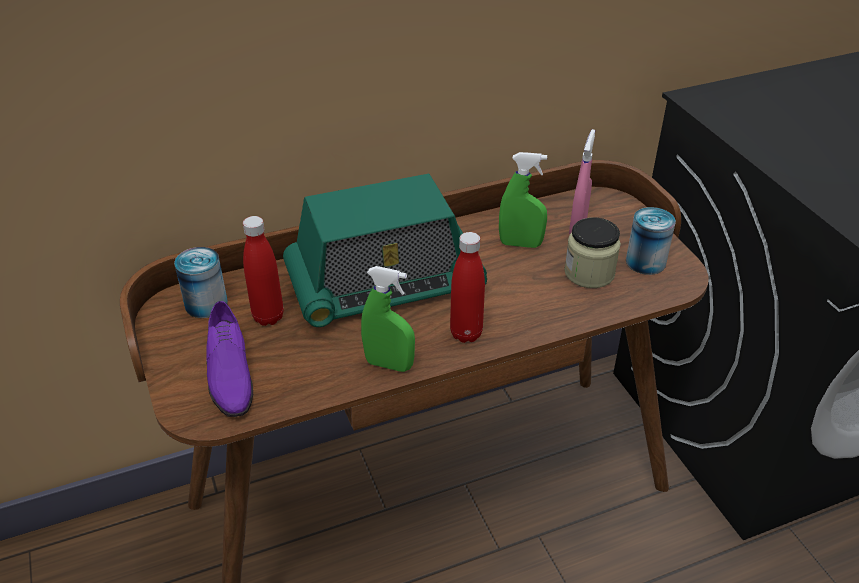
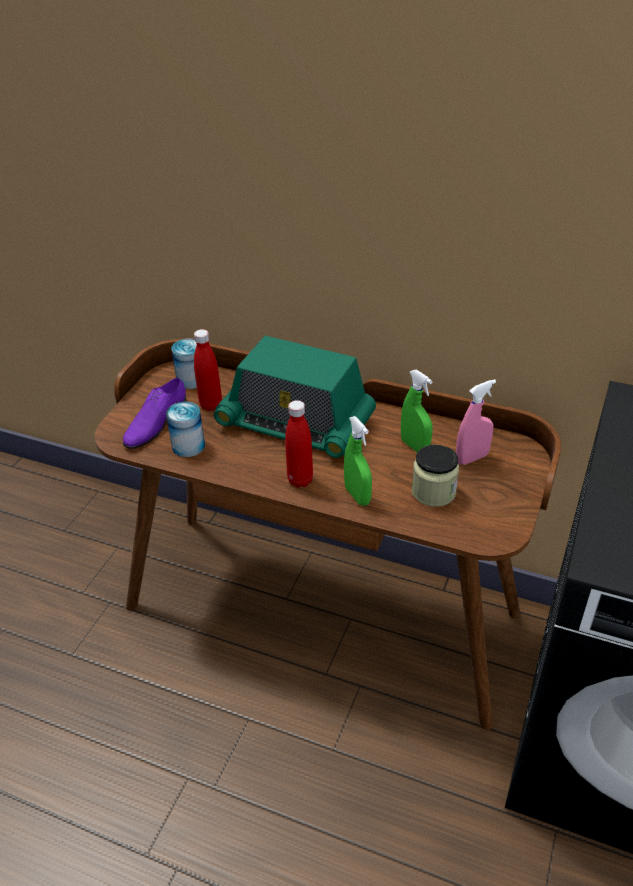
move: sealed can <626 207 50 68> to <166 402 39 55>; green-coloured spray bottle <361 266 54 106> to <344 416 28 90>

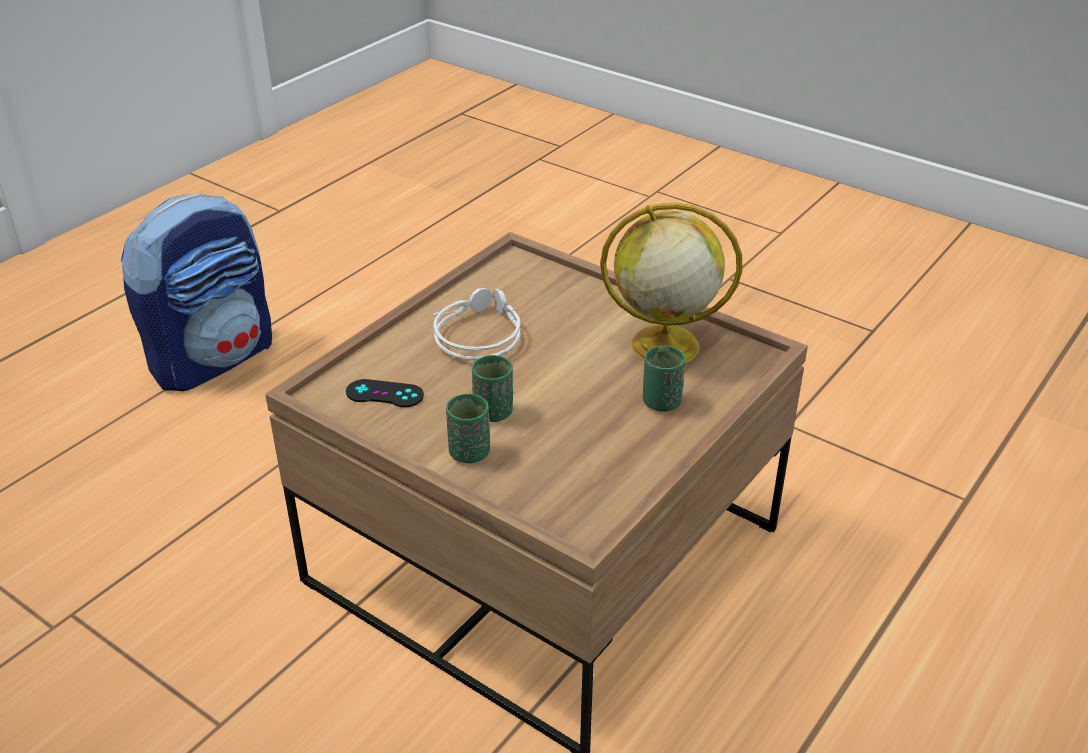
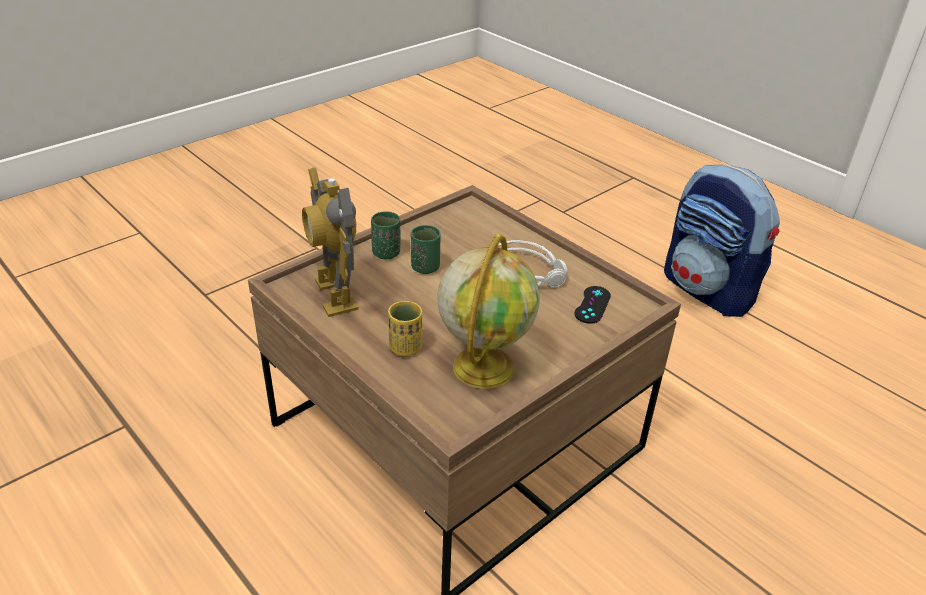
insert: model robot <302 167 57 150>
move: blackish gamepad <346 379 78 28> to <574 286 37 38>
recolor: green-coloured drinking cup <643 345 42 67> to yellow-coloured drinking cup <388 301 34 55>

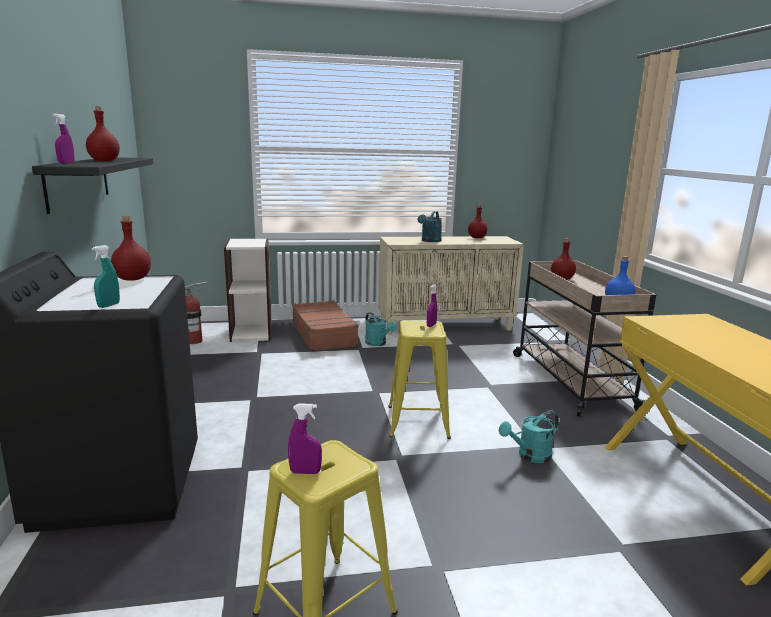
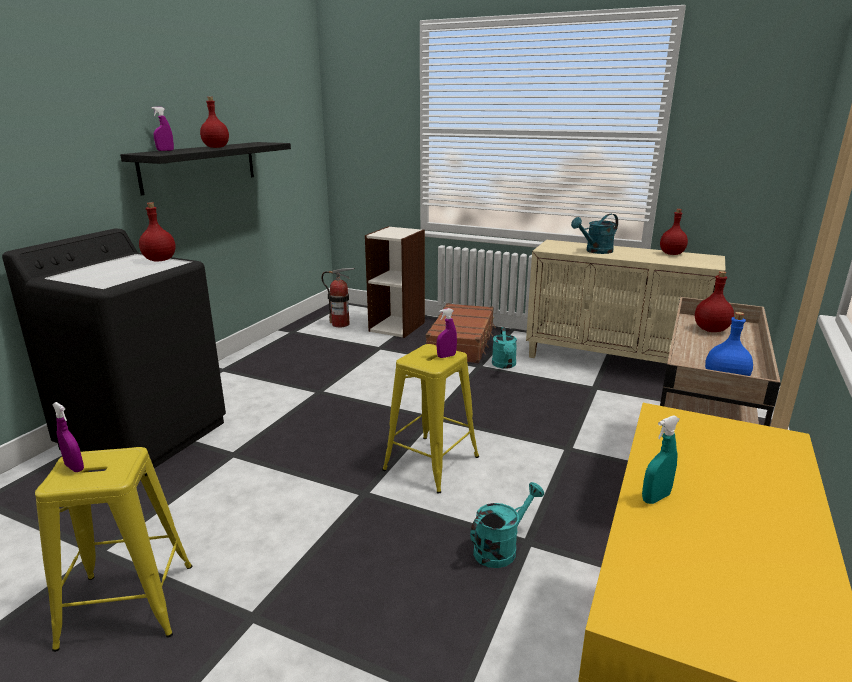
move: turquoise spray bottle <92 245 28 63> to <642 415 38 89>
rotate: turquoise sprinkling can <499 410 60 53> = <470 482 74 86> 135 degrees clockwise

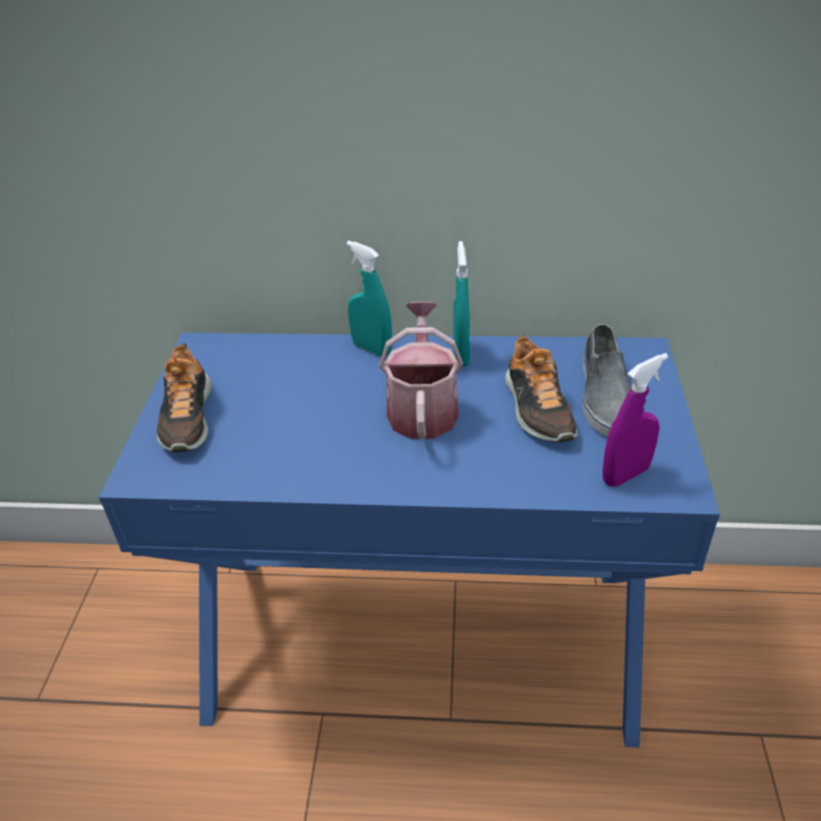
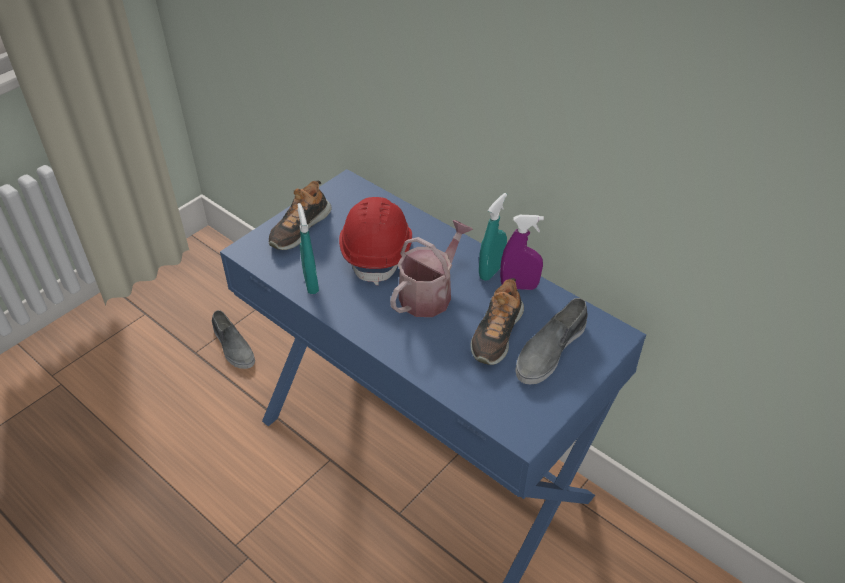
insert: greyish low shoe <212 310 43 59>; red work helmet <339 197 73 88>
move: turquoise spray bottle <347 241 45 116> to <297 203 22 91>; purple-coloured spray bottle <603 353 65 134> to <500 215 44 75>

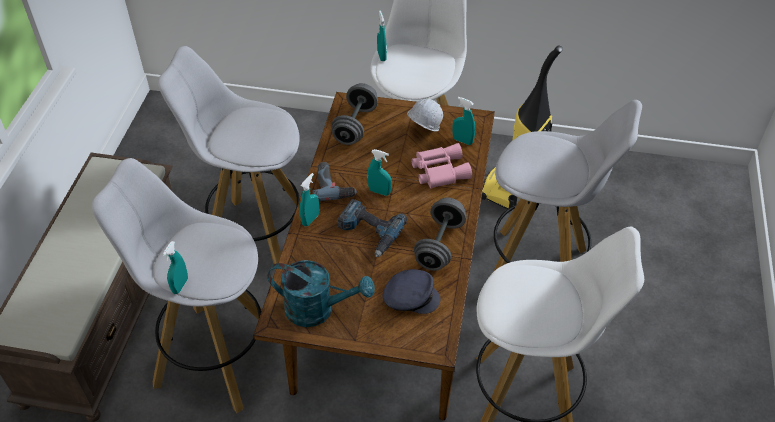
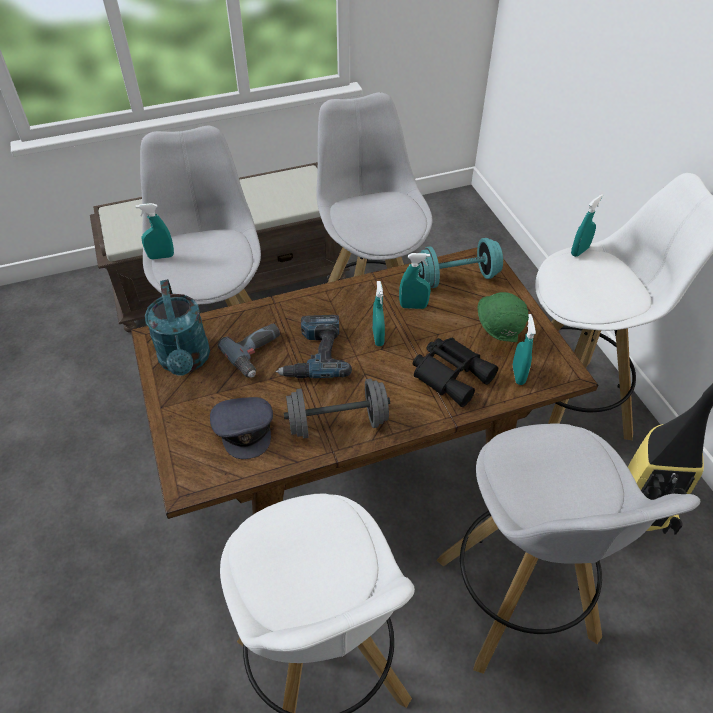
move: electric drill <313 162 44 39> to <218 323 62 55>; turquoise spray bottle <300 173 19 53> to <399 253 32 56>
recolor: pink-coloured binoculars <411 143 61 46> to blackish binoculars <413 338 85 69>; greyish dumbbell <331 83 47 62> to turquoise dumbbell <418 238 85 50>; white-coloured work helmet <407 98 36 33> to green-coloured work helmet <478 292 51 50>

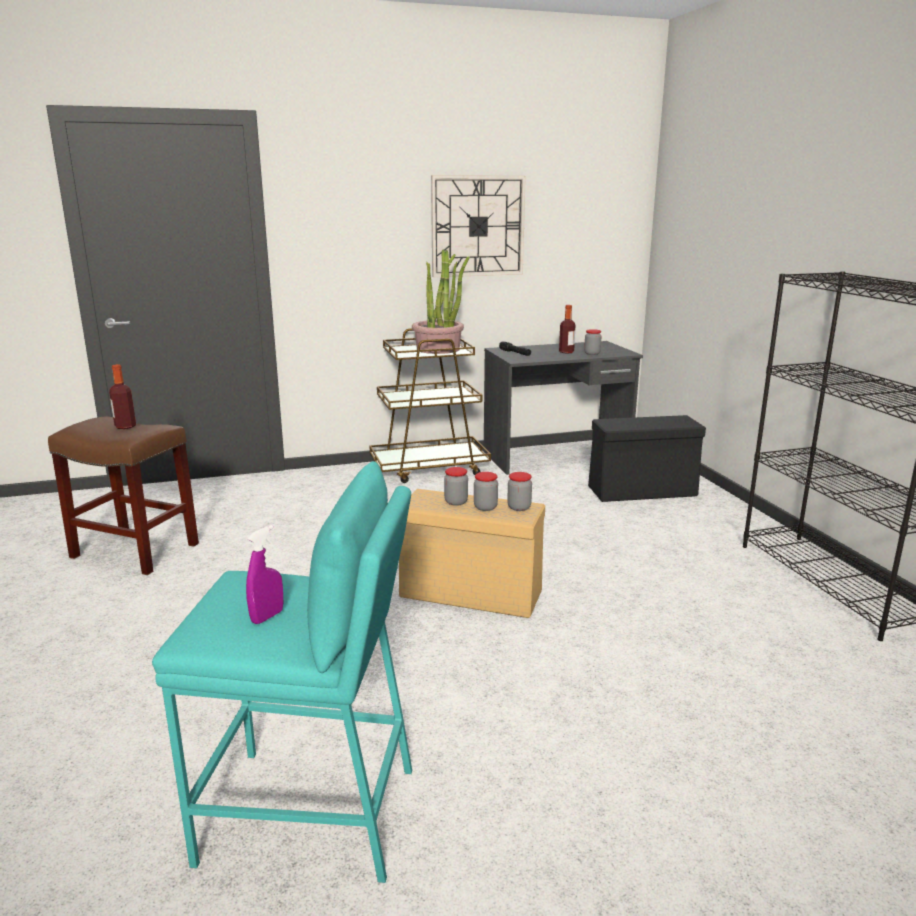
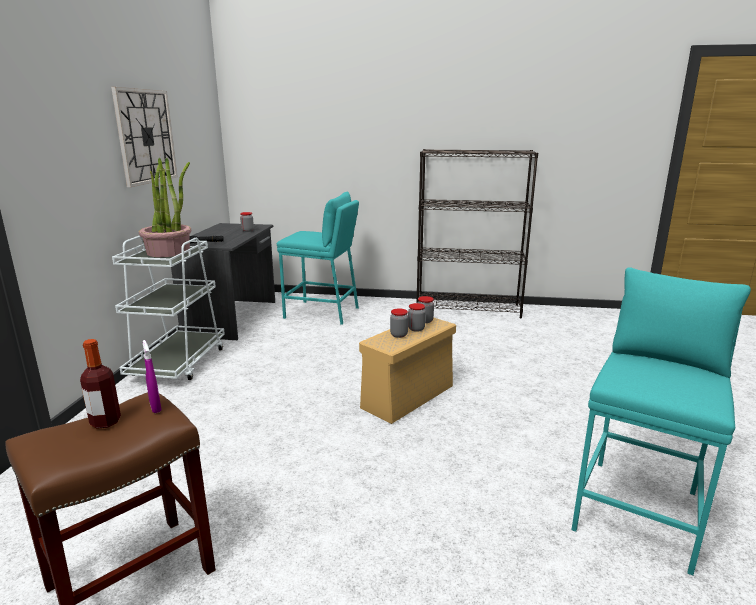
delete: beverage bottle <559 305 16 49>
move: purple-coloured spray bottle <246 525 37 99> to <143 340 19 73>
replace: blackish storage container <588 415 118 87> to turquoise stool seat <277 192 82 133>
recolor: brown cart <369 328 122 155> to white-coloured cart <112 236 113 144>

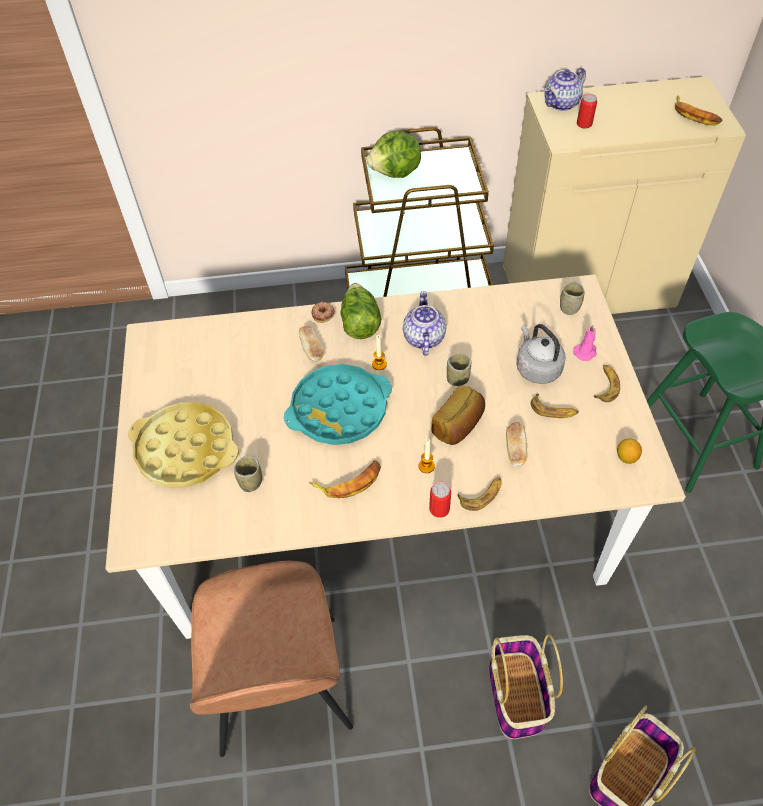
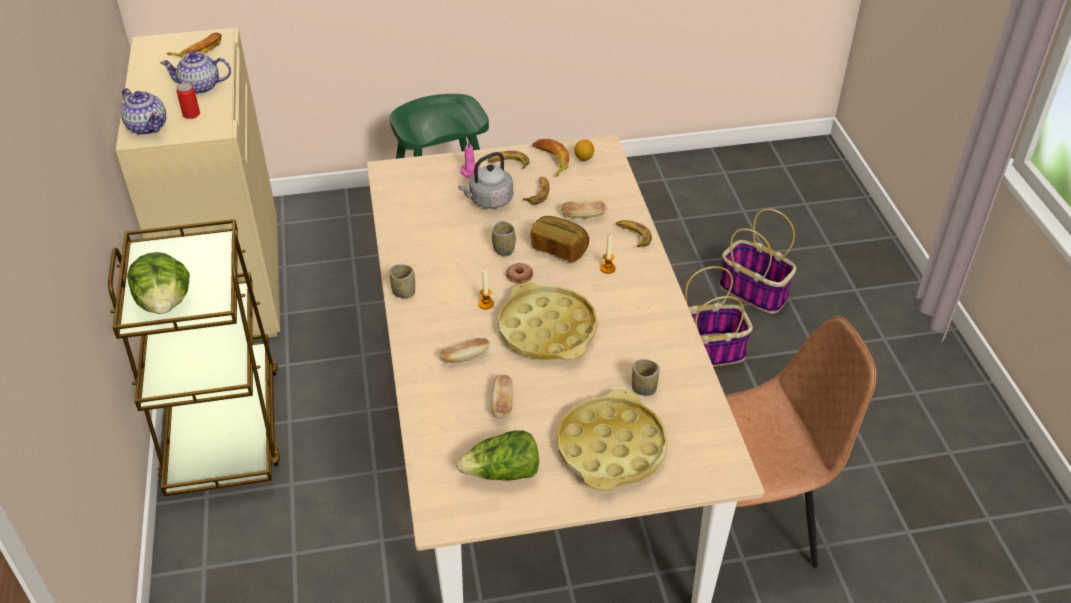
delete: sealed can <429 481 22 37>
insert: baked bread <491 375 22 44>
move: tea pot <403 291 43 65> to <160 51 71 43>; drinking cup <560 282 24 33> to <390 264 25 34>; lettuce <340 283 41 56> to <456 430 83 51>; donut <311 302 24 21> to <506 263 27 21>; banana <309 460 72 38> to <532 139 37 38>
recolor: turquoise serving tray <284 364 108 81> to yellow-coloured serving tray <498 282 100 78>

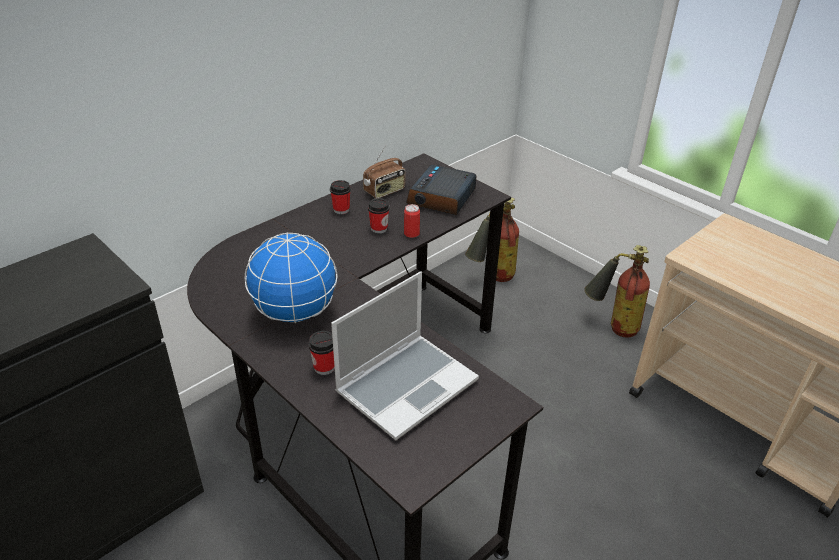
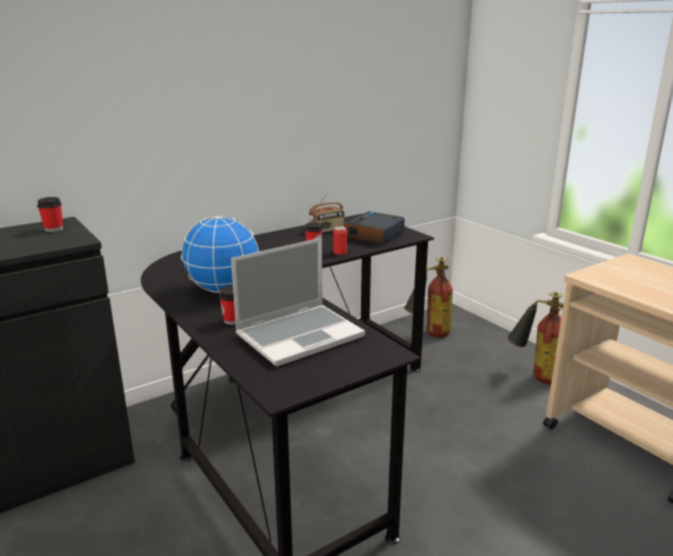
move: drinking cup <330 180 21 34> to <37 197 26 35>

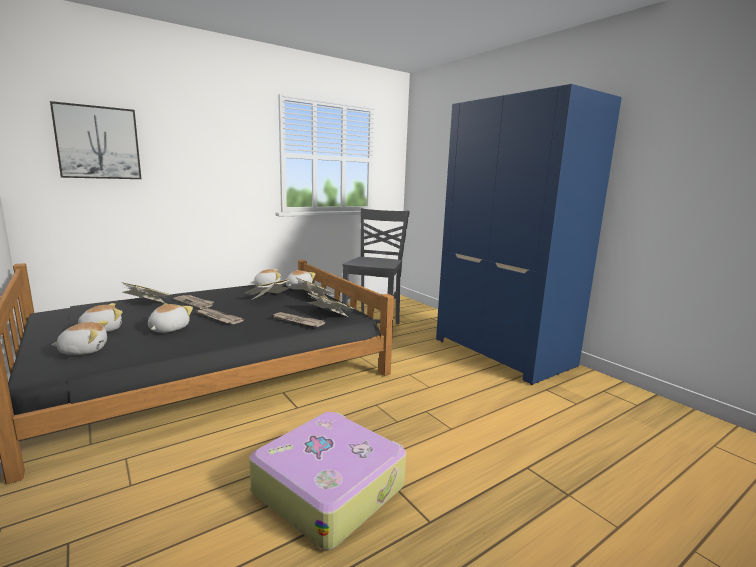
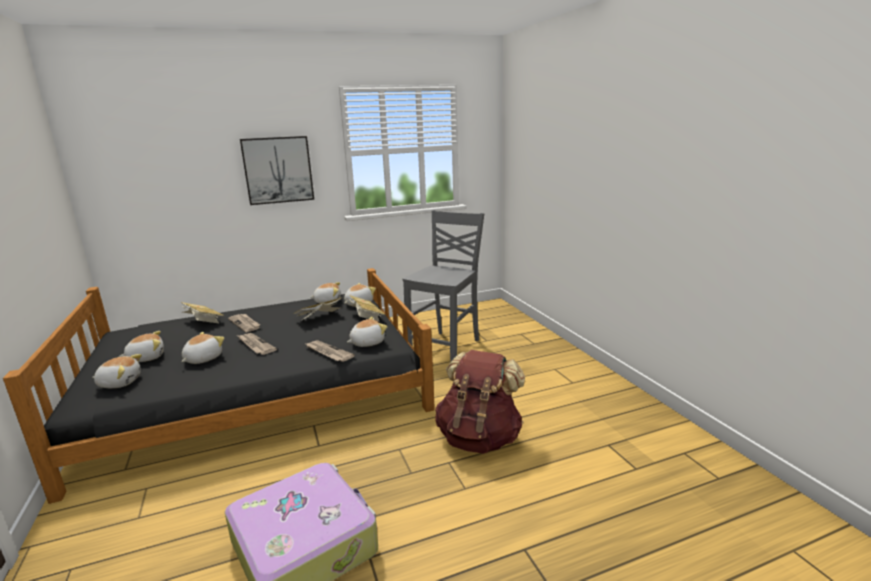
delete: blue armoire <436 84 186 301>
insert: brown rucksack <435 350 90 104>
move: wall picture <50 101 91 78> to <240 136 74 69>
replace: volume <307 292 48 24> to cuddly toy <347 317 40 30>

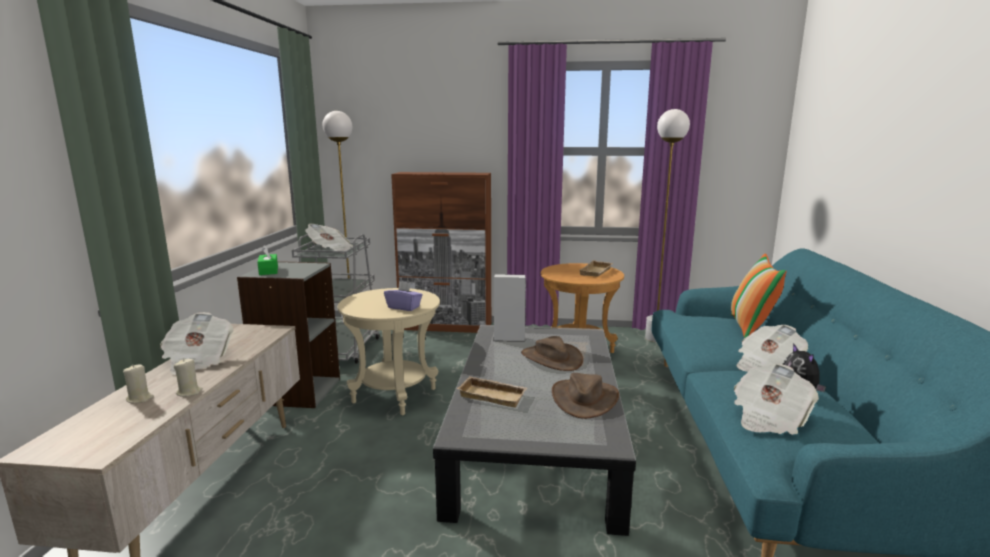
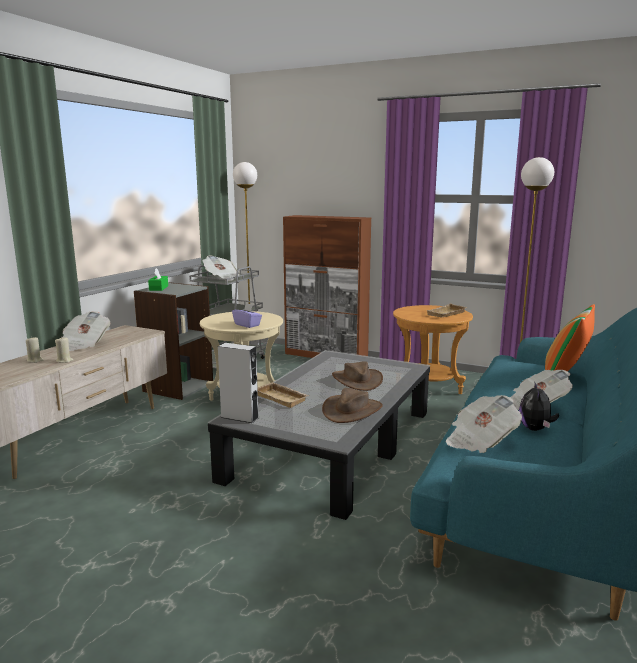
move: greyish loudspeaker <493 274 33 68> to <218 343 40 80>

